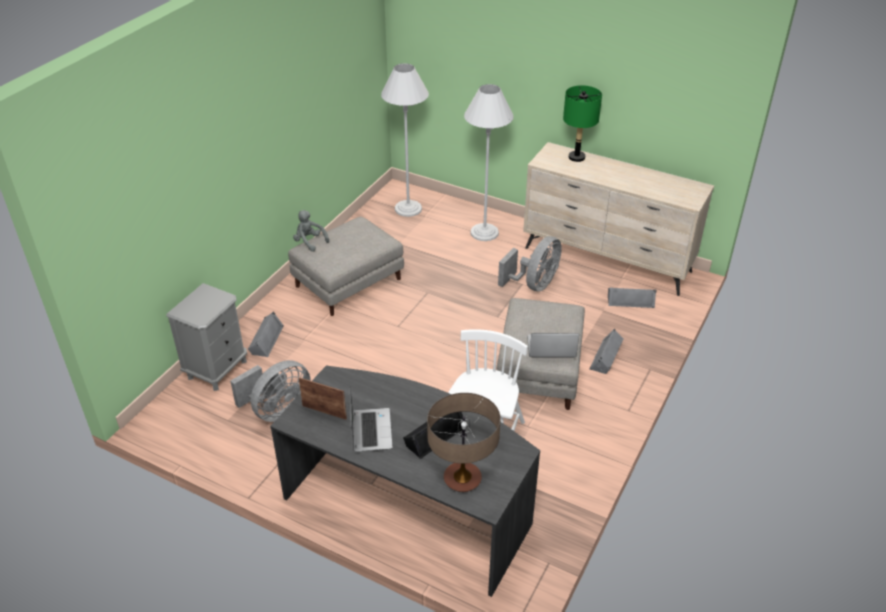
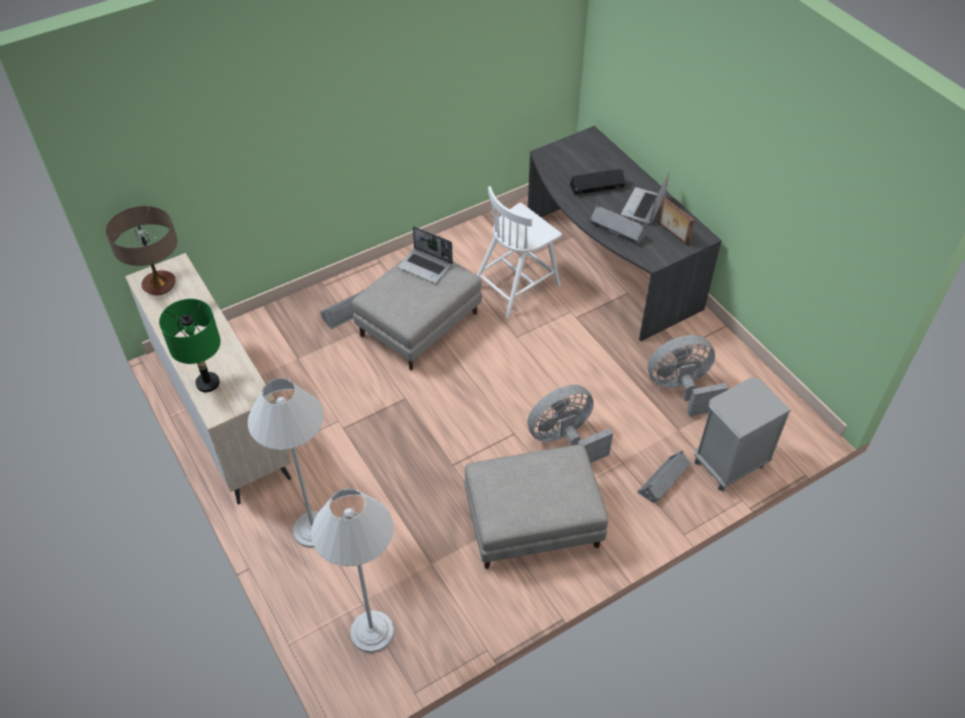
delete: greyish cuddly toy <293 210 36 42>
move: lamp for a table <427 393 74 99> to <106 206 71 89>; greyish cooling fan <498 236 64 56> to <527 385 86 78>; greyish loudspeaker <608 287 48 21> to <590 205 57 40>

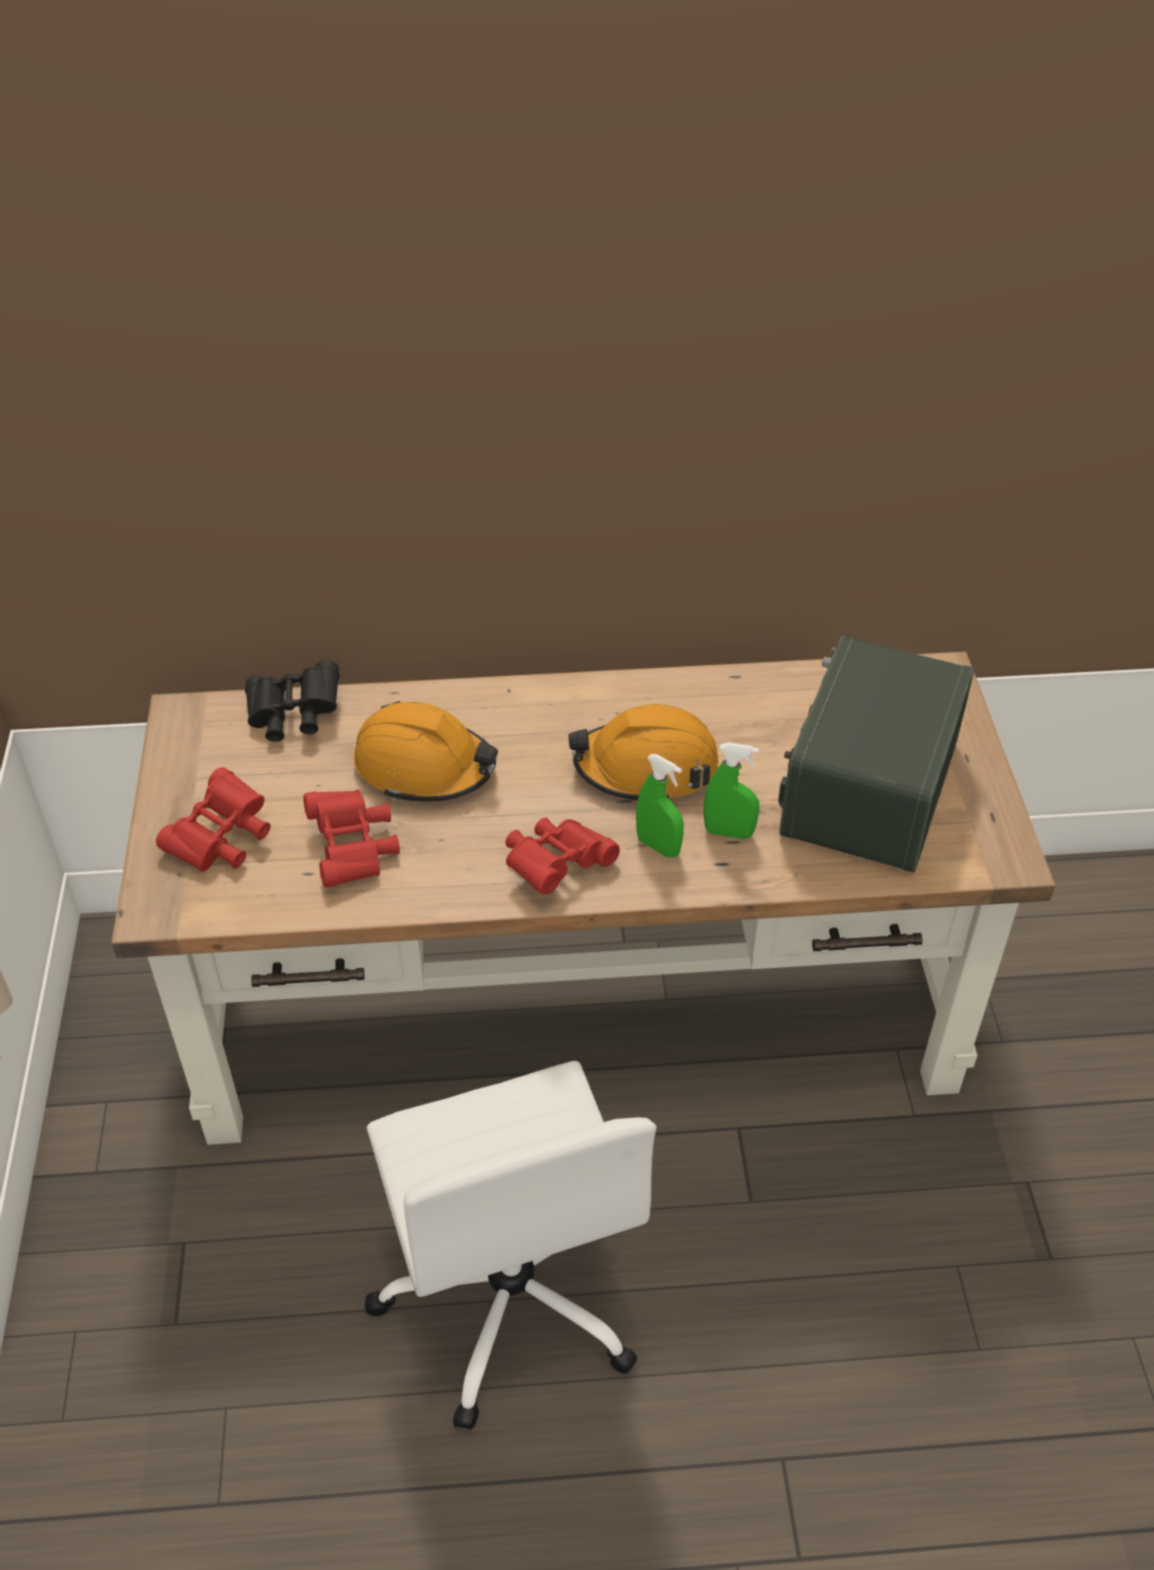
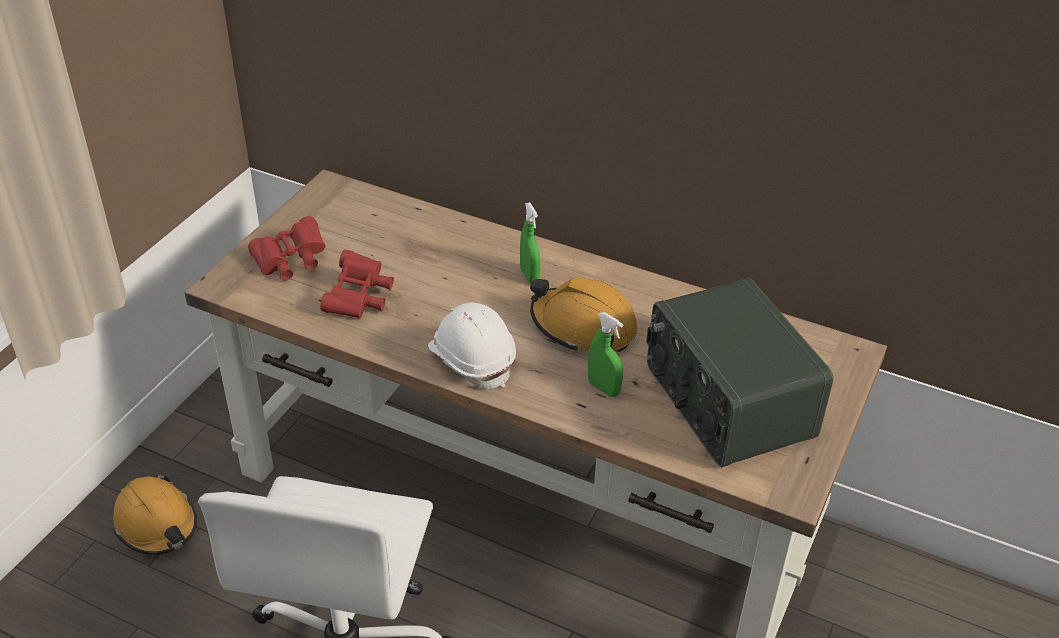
delete: blackish binoculars <245 660 95 82>
move: orange work helmet <354 701 144 101> to <113 474 84 81>; green-coloured spray bottle <636 754 48 104> to <520 202 20 82>
replace: red binoculars <505 818 115 77> to white-coloured work helmet <428 303 88 86>
rotate: radio receiver <778 636 197 237> = <646 278 187 189> 75 degrees counterclockwise

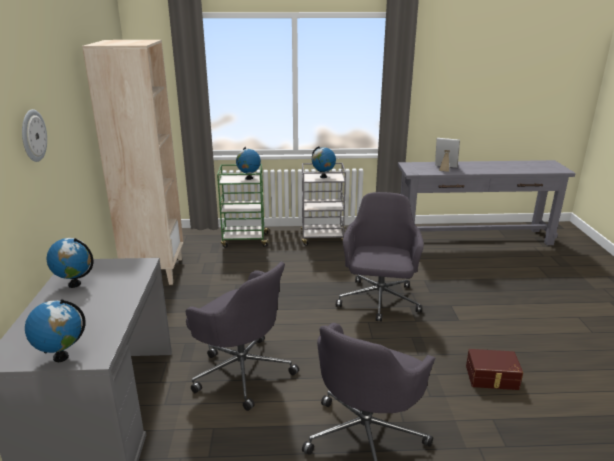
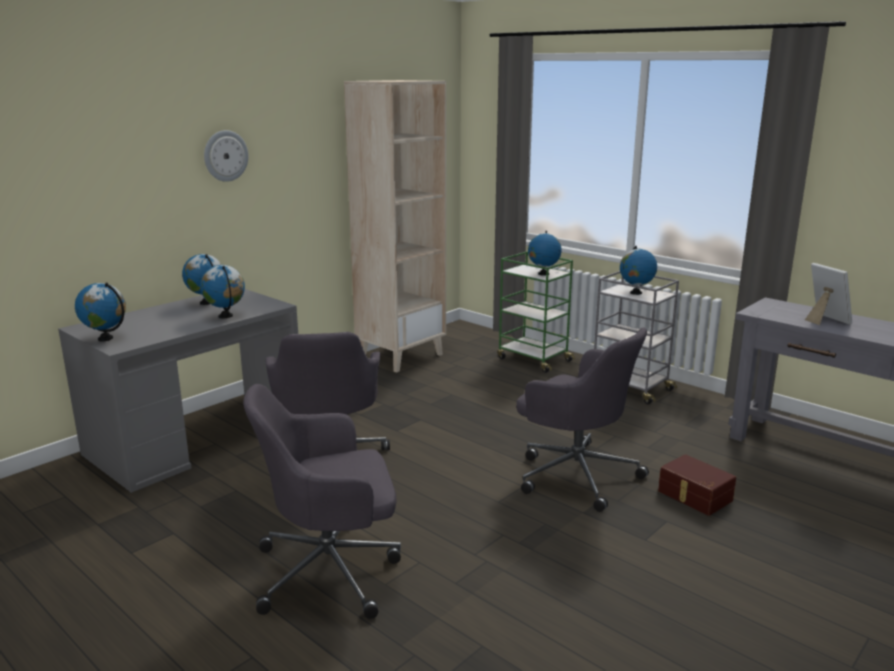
insert: world globe <200 265 45 53>
move: brown storage container <466 349 57 41> to <658 454 78 62>
rotate: greyish computer chair <336 192 88 130> = <516 328 133 184> 75 degrees clockwise

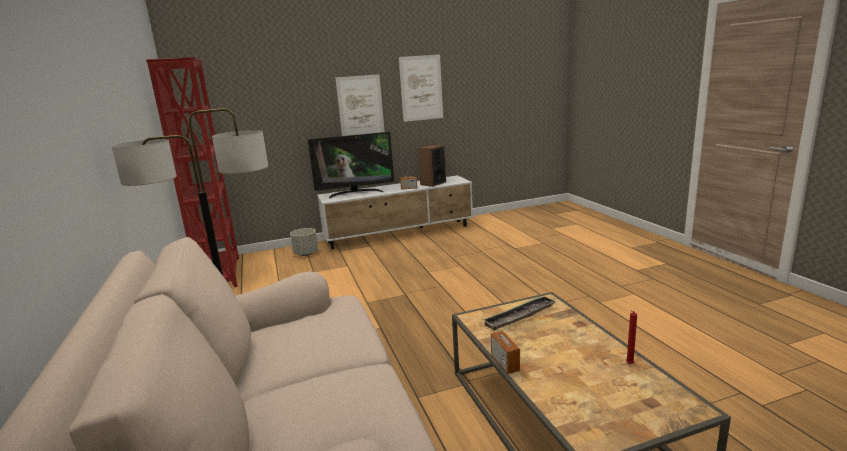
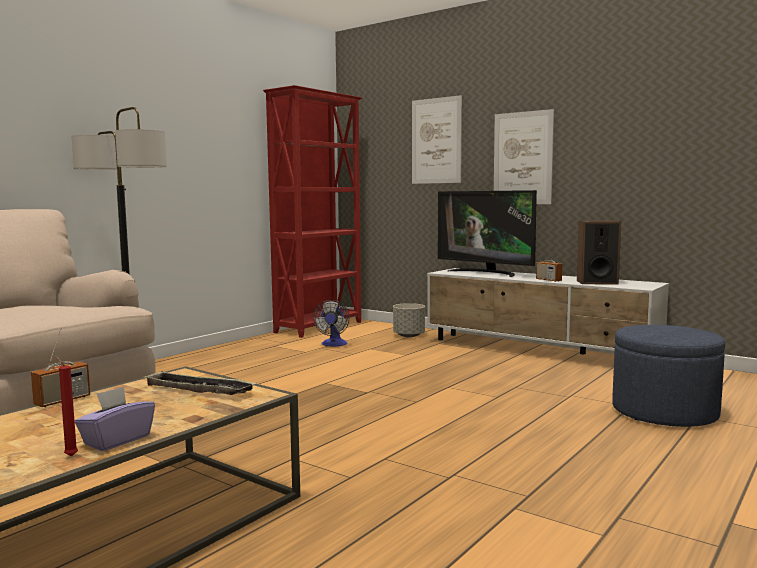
insert: purple-coloured box of tissues <75 386 80 65>; cooling fan <313 300 36 46>; blue footrest <612 325 113 102>
move: wall picture <399 55 44 67> to <412 95 50 89>

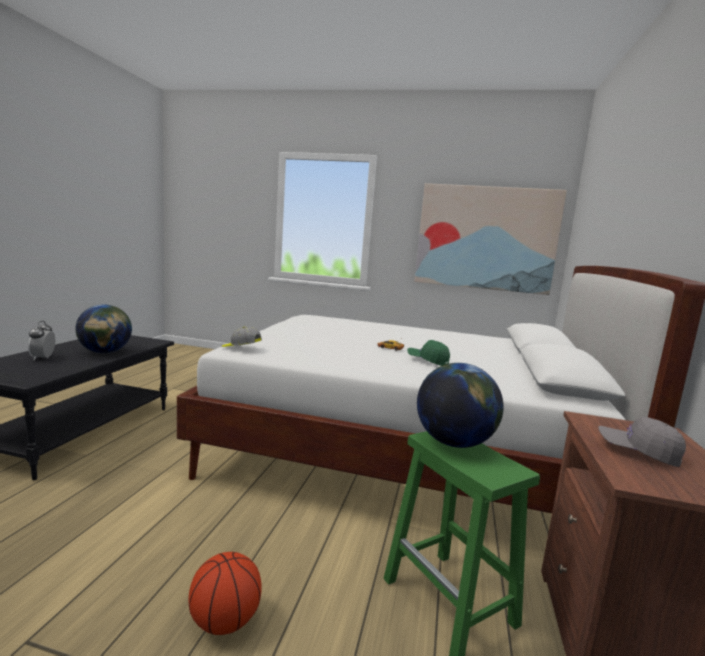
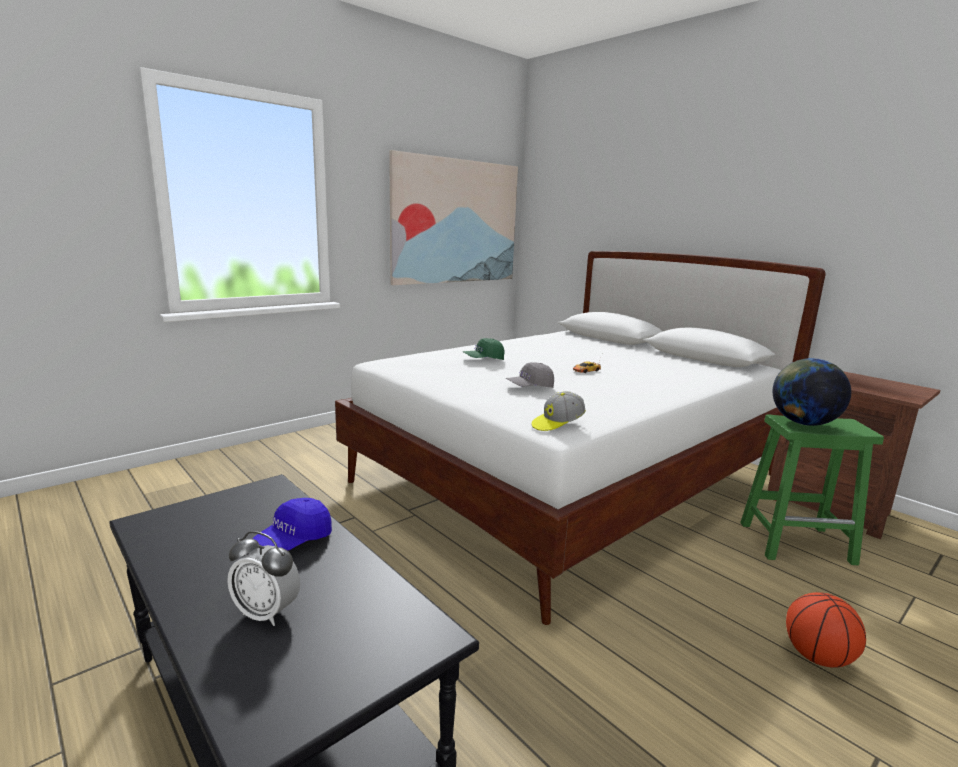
move: green-coloured baseball cap <407 340 43 26> to <462 338 42 22>; greyish baseball cap <598 417 88 50> to <506 362 48 26>
replace: world globe <75 304 57 49> to blue baseball cap <253 498 79 53>

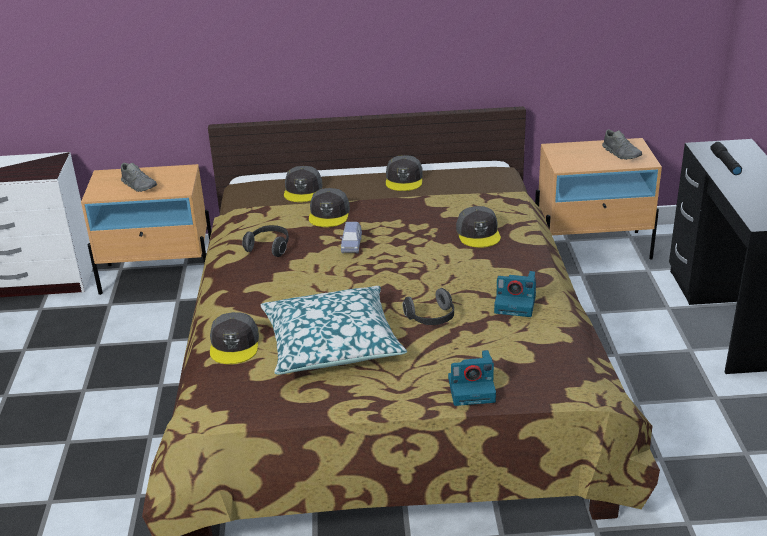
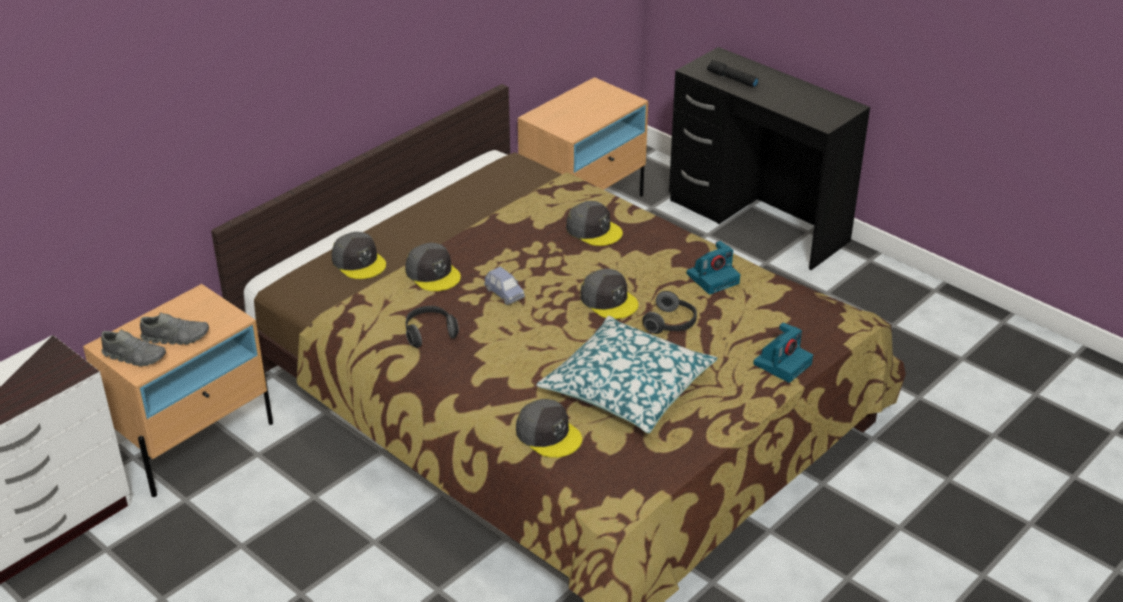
move: greyish low shoe <602 130 40 30> to <101 330 65 37>; greyish baseball cap <386 155 37 36> to <580 269 59 50>

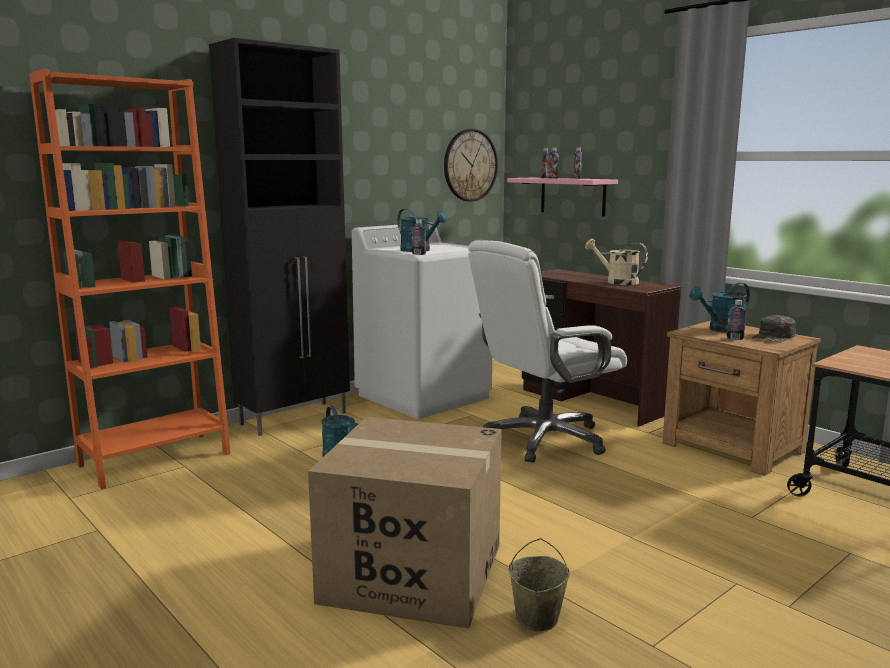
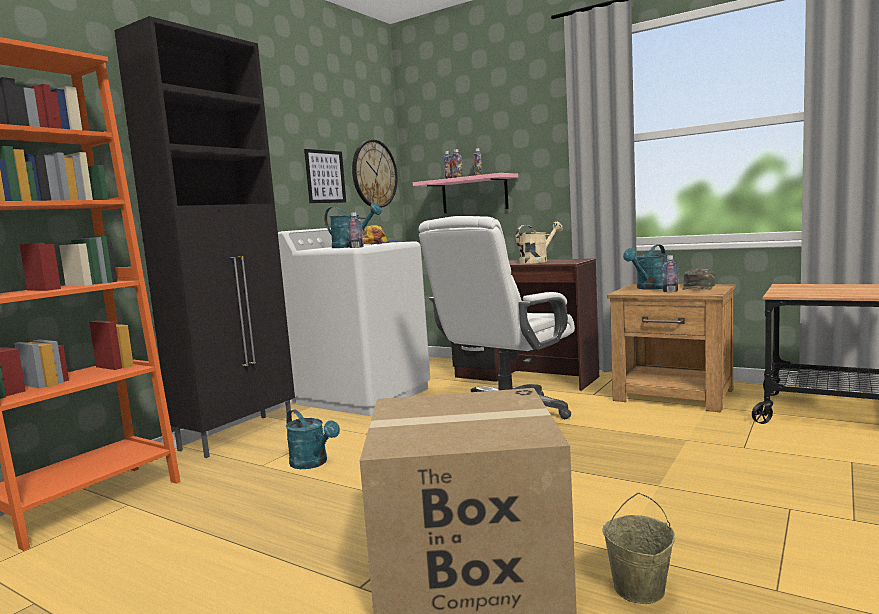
insert: wall picture <304 149 42 54>; baseball cap <362 225 35 19>
rotate: beige-coloured sprinkling can <585 239 63 46> = <516 221 47 43> 120 degrees clockwise

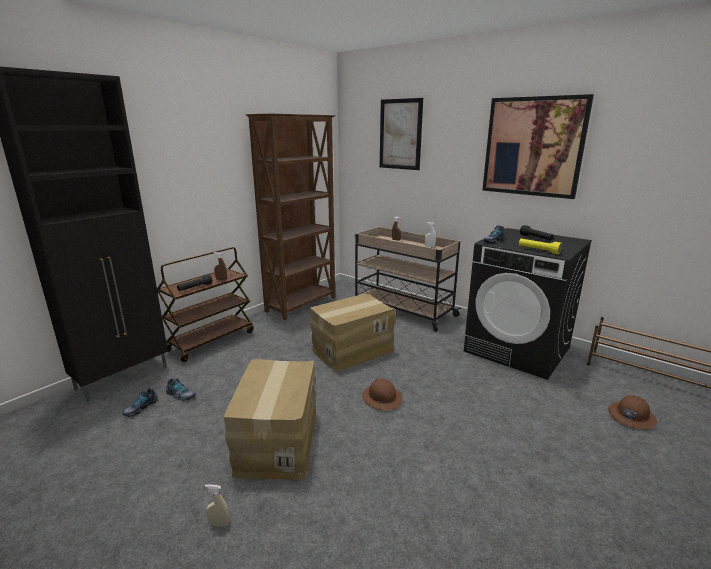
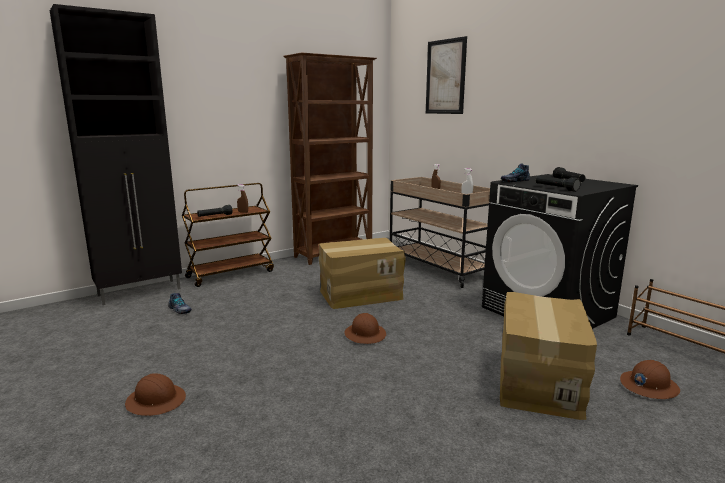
delete: low shoe <123 388 35 29>; wall picture <482 94 112 105>
move: cardboard box <224 359 92 121> to <500 292 97 128>
replace: beige-coloured spray bottle <205 484 24 43> to brown work helmet <125 373 61 43>
recolor: yellow-coloured torch <519 239 43 15> to blackish torch <536 175 45 17>

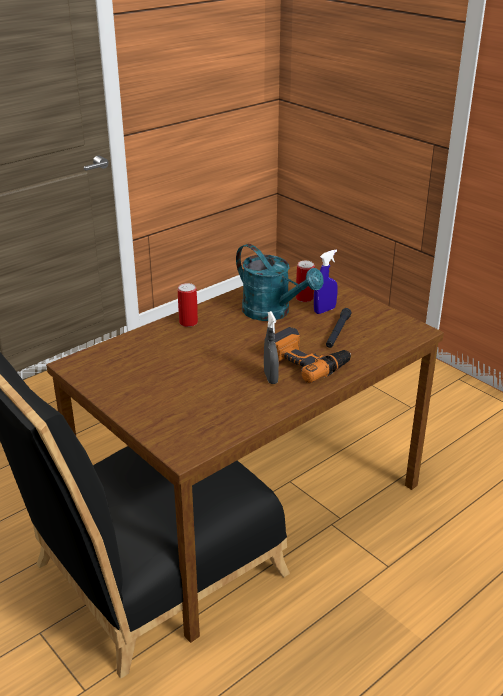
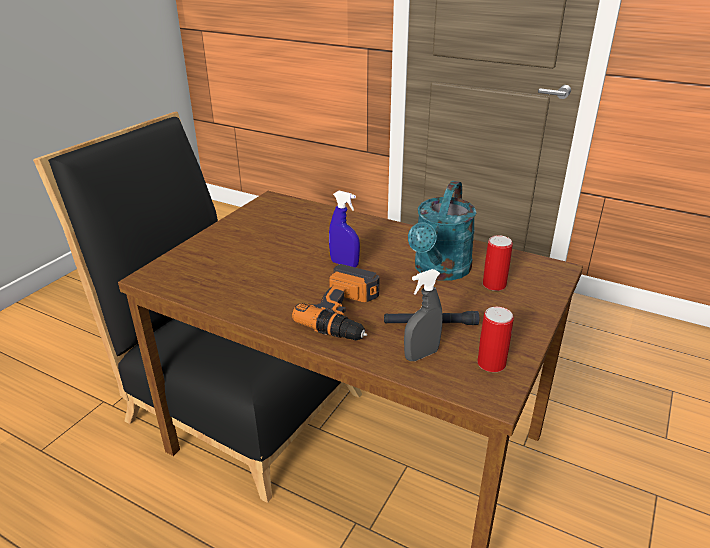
move: blue spray bottle <314 250 24 64> to <329 190 31 77>; greyish spray bottle <264 311 15 73> to <404 269 38 92>; sealed can <178 283 20 44> to <477 307 37 65>

